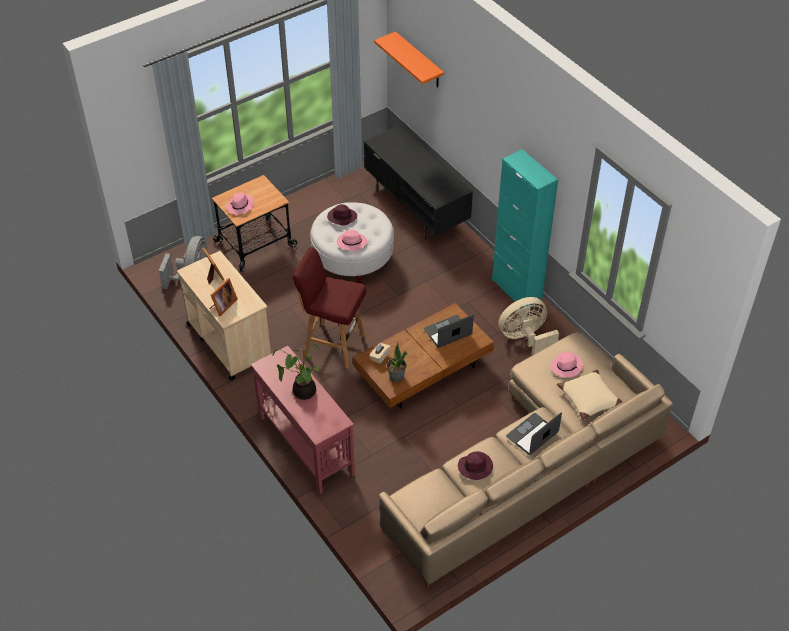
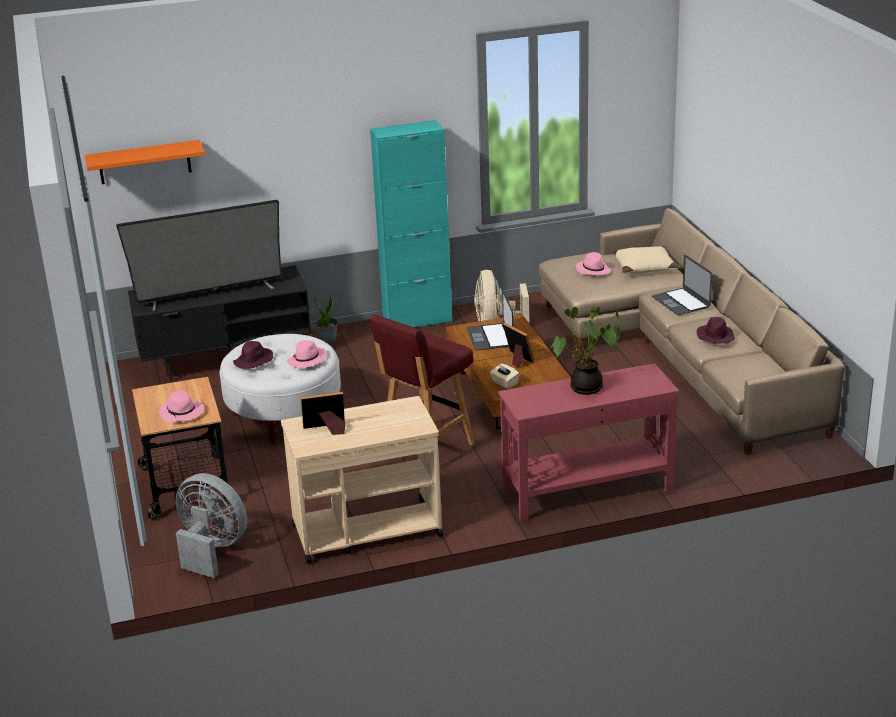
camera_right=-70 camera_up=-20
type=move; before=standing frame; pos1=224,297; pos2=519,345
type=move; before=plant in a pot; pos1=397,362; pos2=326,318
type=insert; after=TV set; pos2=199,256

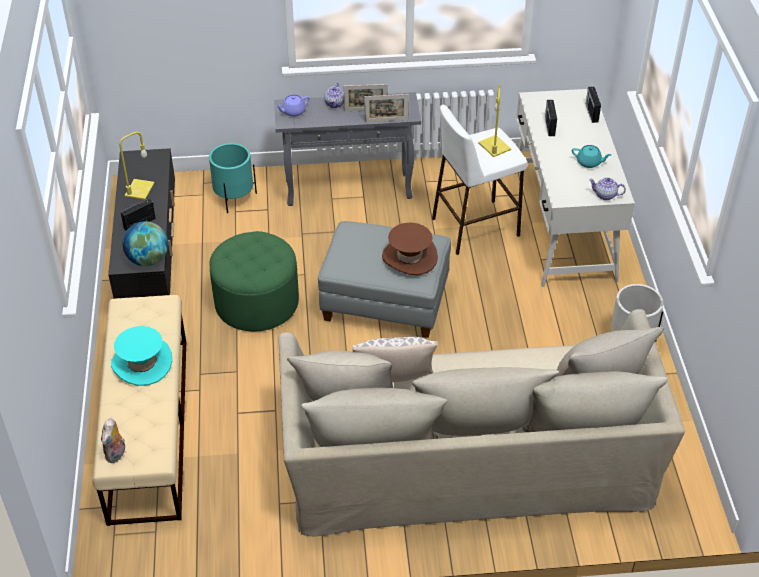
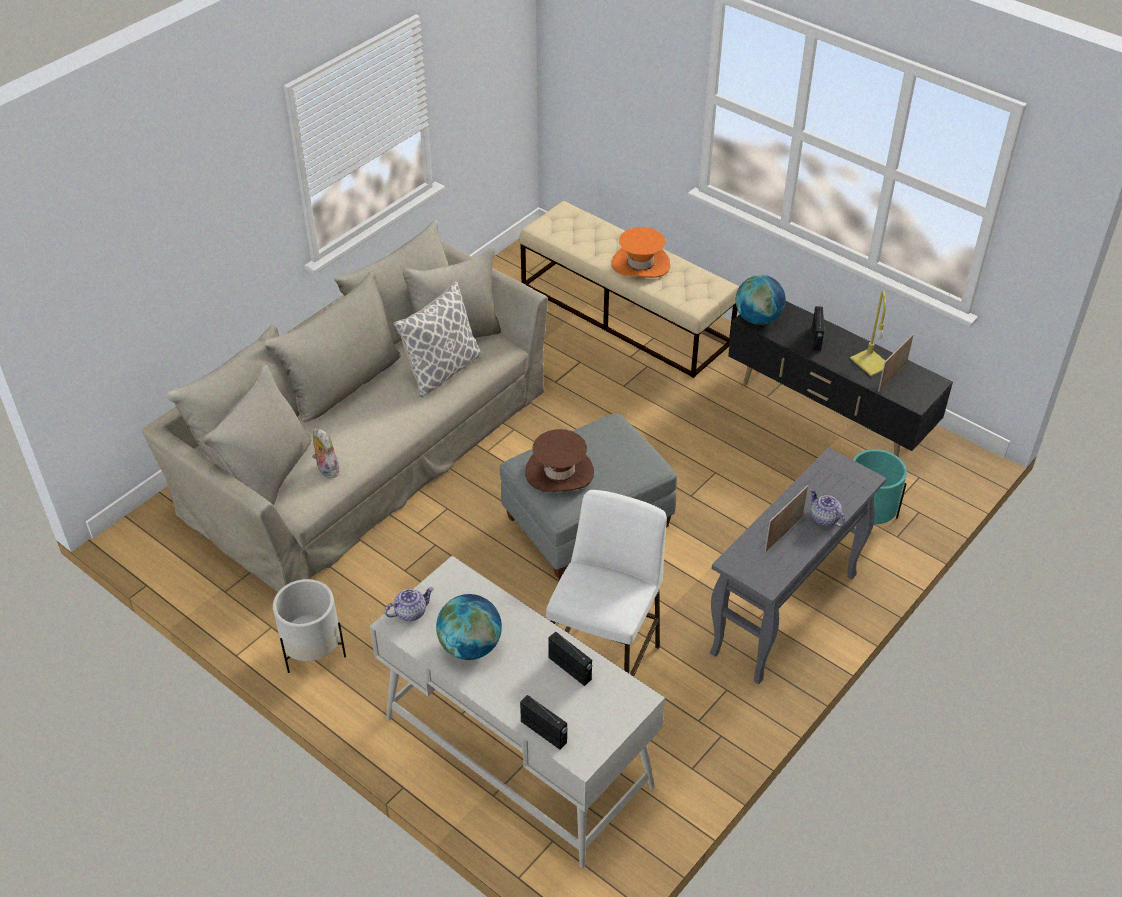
camera_right=135 camera_up=0
type=move; before=cuddly toy; pos1=113,440; pos2=325,453
type=recolor; before=turquoise hat; after=orange-coloured hat; pos1=141,356; pos2=641,252
type=delete; before=green-coloured ottoman; pos1=254,281
type=delete; before=purple-coloured tea pot; pos1=292,106
type=move; before=standing frame; pos1=386,108; pos2=896,362
type=delete; before=yellow tabletop lamp; pos1=494,121
type=replace; before=turquoise tea pot; after=desk globe; pos1=591,156; pos2=469,627

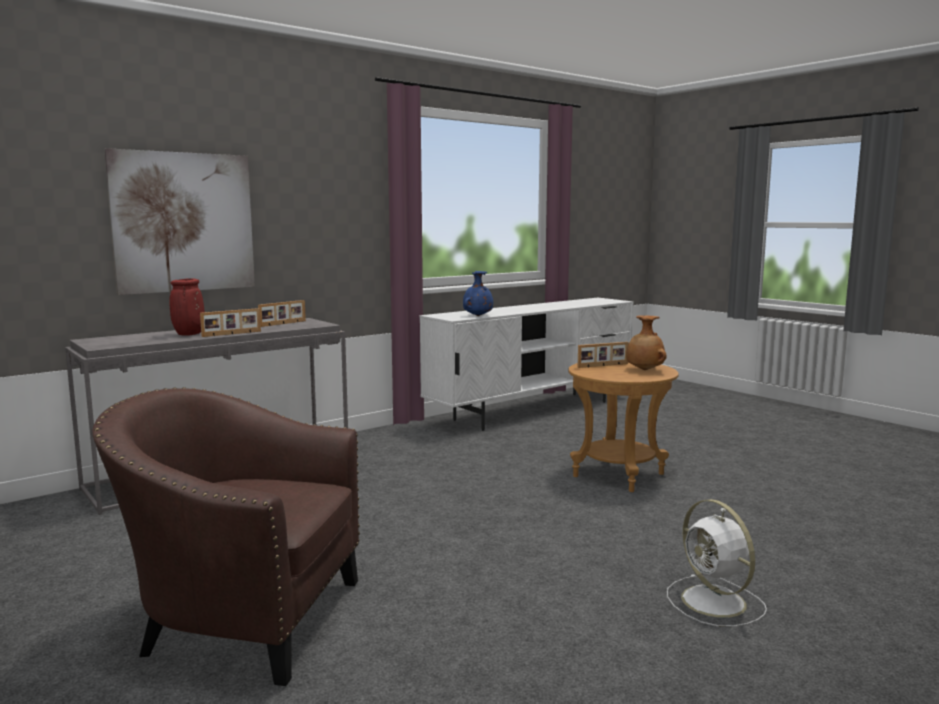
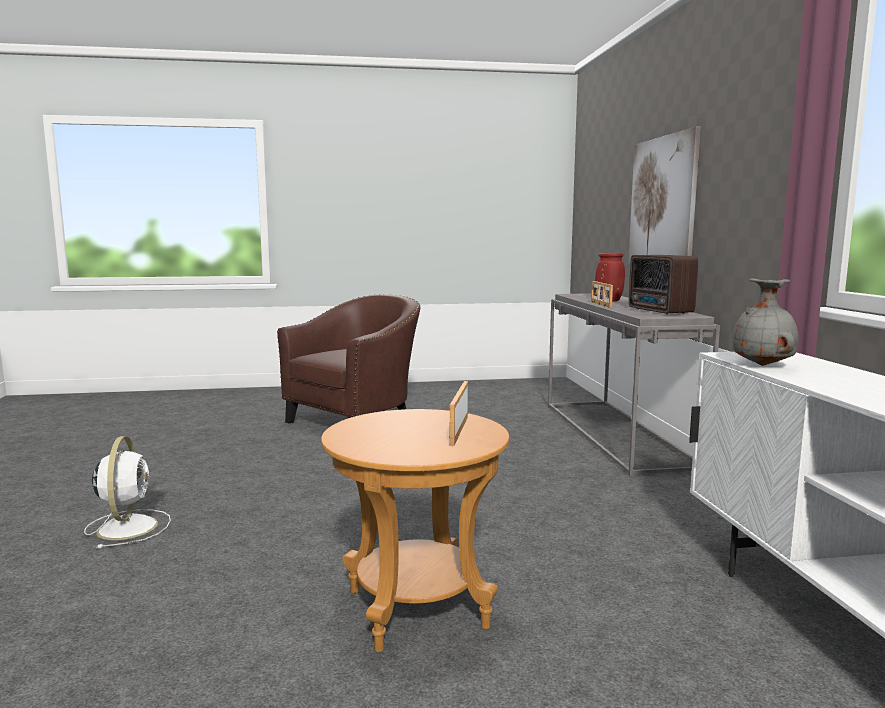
camera_right=120 camera_up=0
type=replace; before=standing frame; after=radio set; pos1=282,313; pos2=663,285
type=recolor; before=blue-coloured decorative vase; after=grey decorative vase; pos1=478,293; pos2=765,322
type=delete; before=brown decorative vase; pos1=647,342
type=rotate; before=white-coloured cooling fan; pos1=717,563; pos2=127,492; turn=75

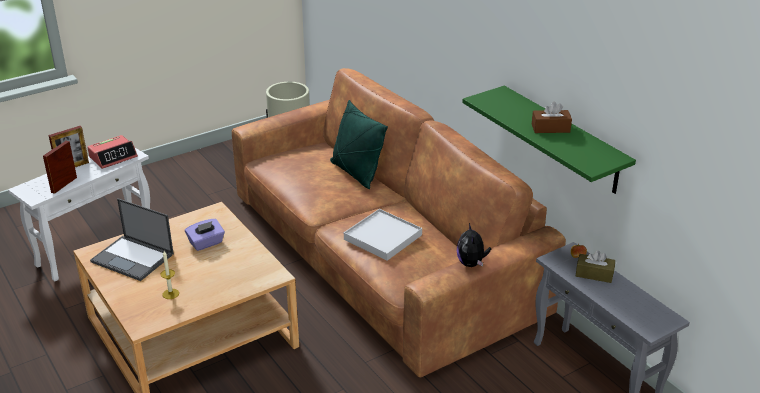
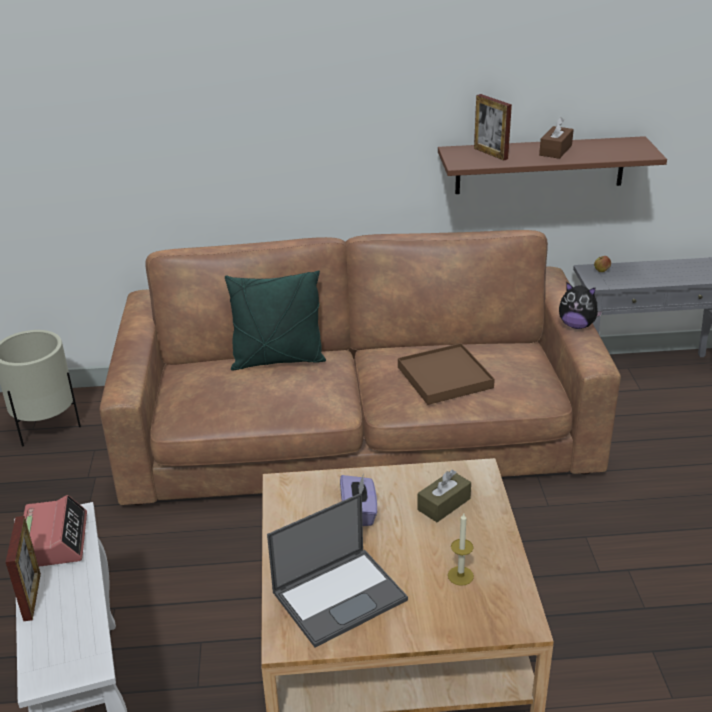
camera_right=-60 camera_up=0
type=move; before=standing frame; pos1=60,167; pos2=493,127
type=recolor; before=white-coloured tray; after=brown tray; pos1=383,235; pos2=446,374
type=recolor; before=green-coloured wall shelf; after=brown wall shelf; pos1=549,140; pos2=552,165
type=move; before=brown tissue box; pos1=595,266; pos2=444,496

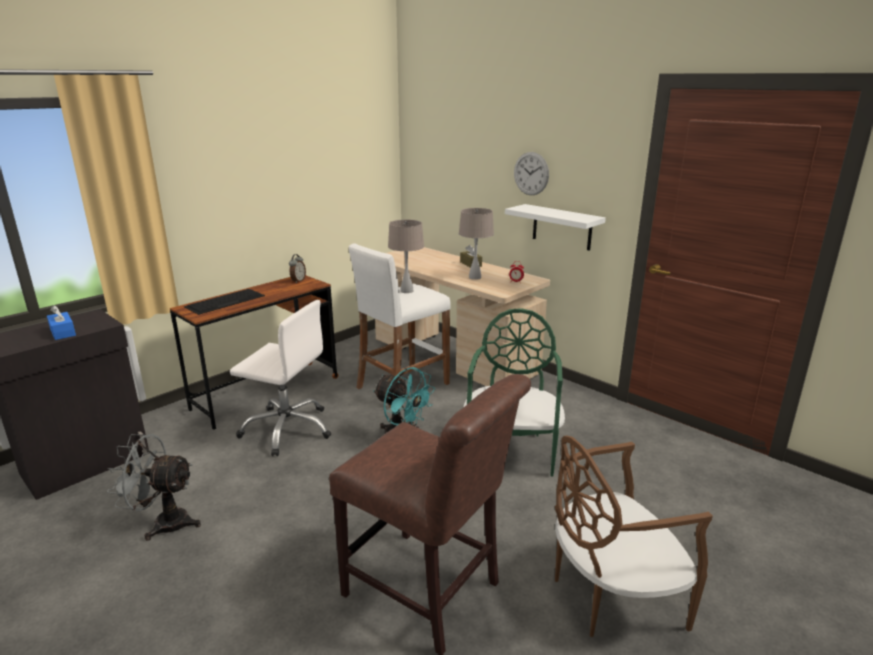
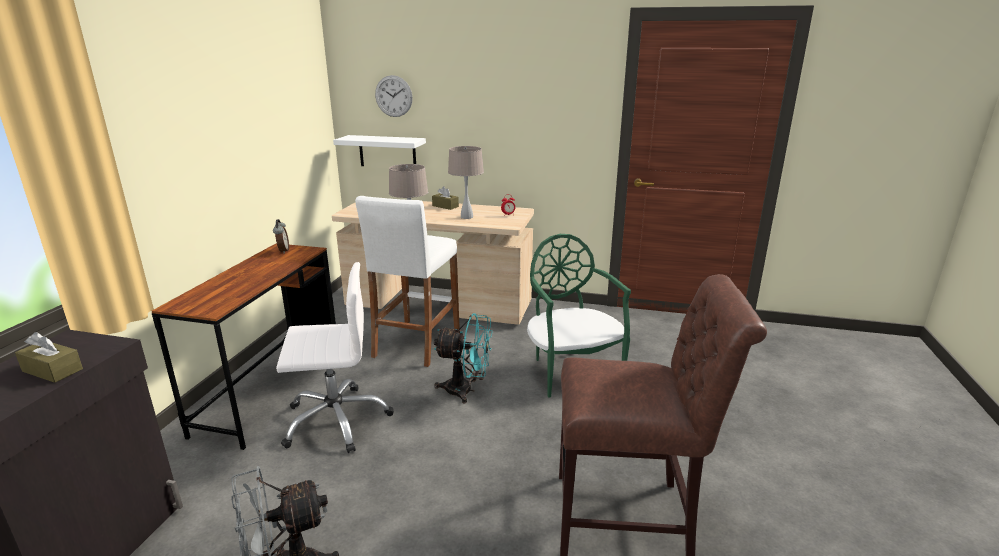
camera_right=-30 camera_up=0
type=recolor; before=blue-coloured tissue box; after=brown tissue box; pos1=61,322; pos2=49,357
type=delete; before=keyboard; pos1=224,302
type=move; before=white-coloured wall shelf; pos1=555,227; pos2=379,150
type=move; before=wall clock; pos1=531,173; pos2=394,96
type=delete; before=brown chair; pos1=634,536

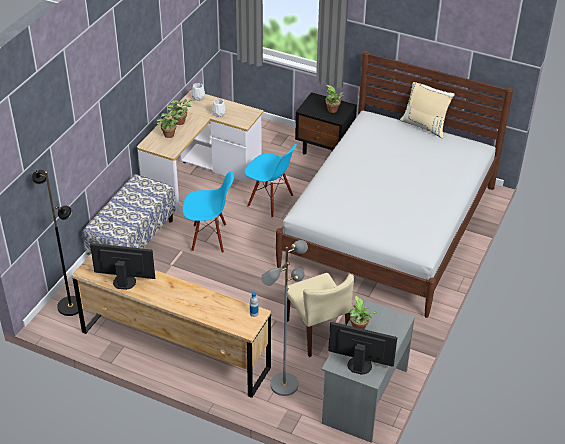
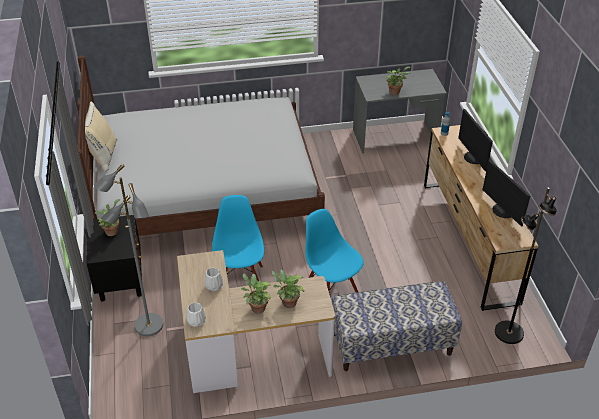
camera_right=-125 camera_up=0
type=move; before=grey standard lamp; pos1=284,318; pos2=128,250
type=delete; before=beige chair; pos1=319,315
type=move; before=computer screen; pos1=362,348; pos2=475,140

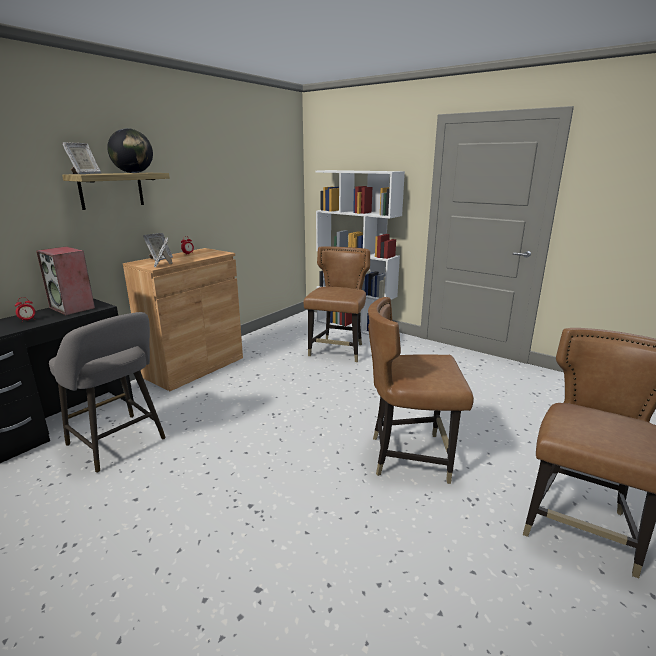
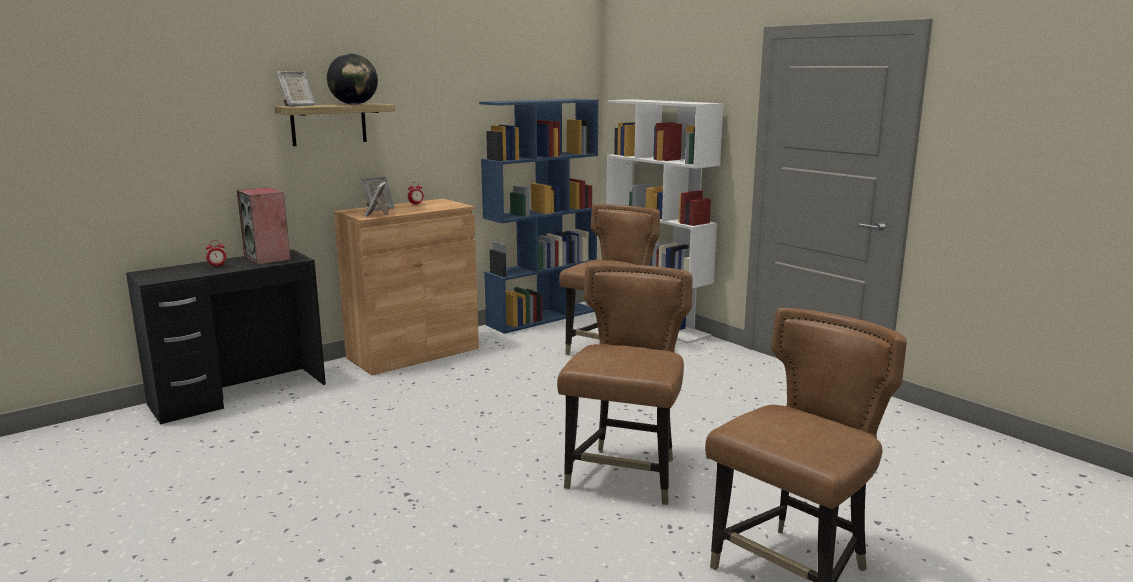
camera_right=15 camera_up=-5
type=delete; before=grey sitting stool; pos1=107,392
type=rotate; before=brown chair; pos1=421,390; pos2=625,384; turn=90
type=insert; after=blue-coloured bookshelf; pos2=539,216

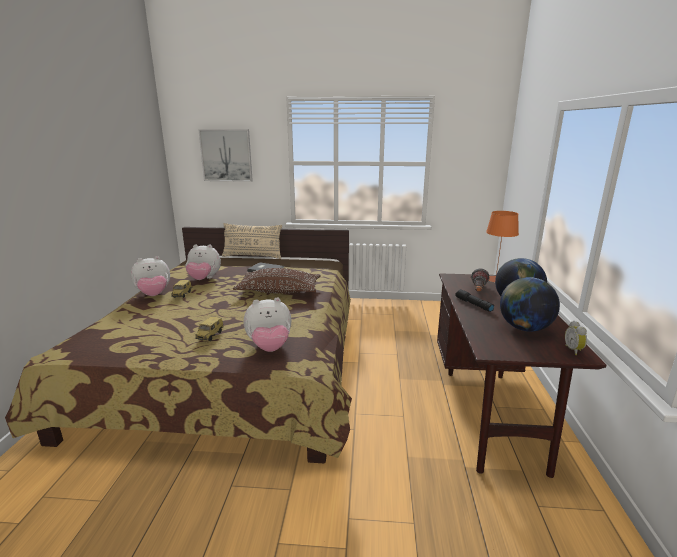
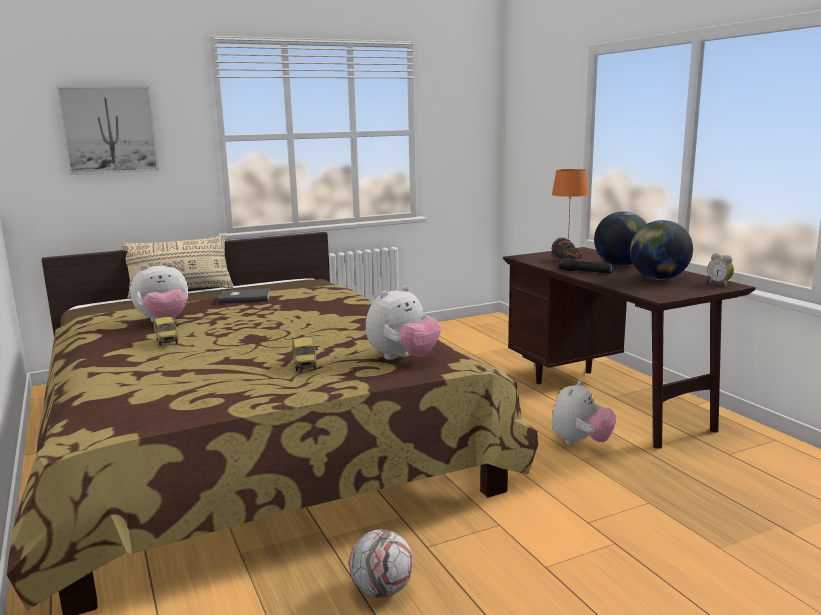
camera_right=-30 camera_up=-5
type=move; before=cuddly toy; pos1=150,276; pos2=584,413
type=delete; before=brown throw pillow; pos1=277,281
type=insert; after=ball for football; pos2=381,563

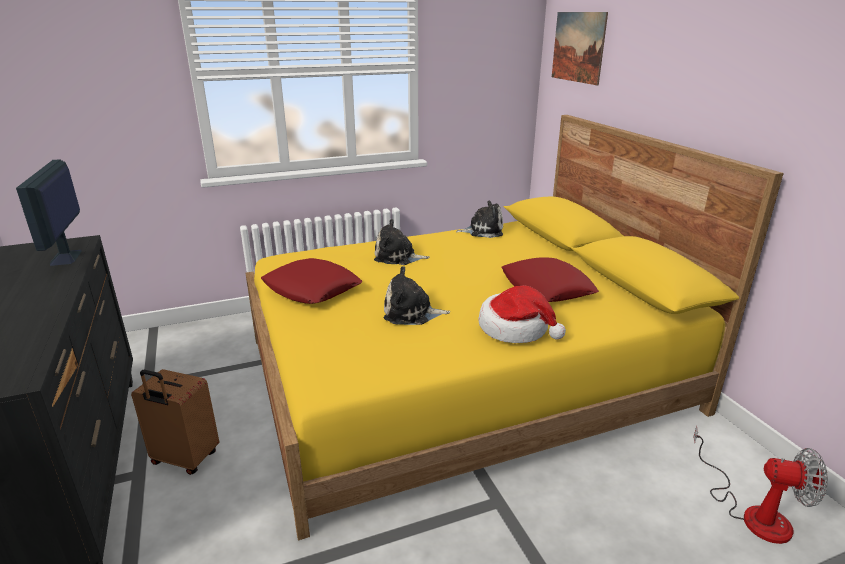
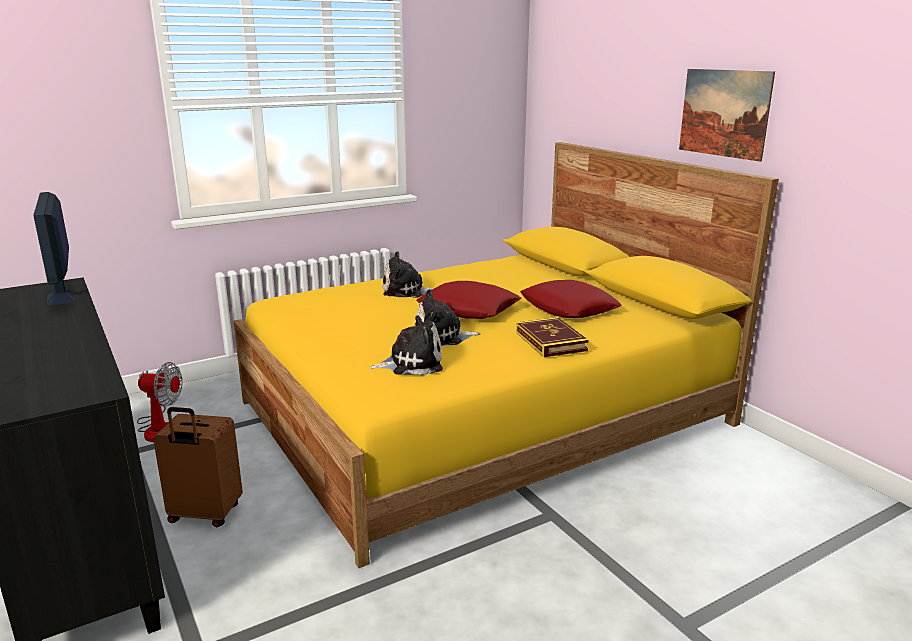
camera_right=-10 camera_up=-5
type=move; before=red throw pillow; pos1=312,281; pos2=468,300
type=move; before=cuddly toy; pos1=479,219; pos2=406,345
type=replace; before=hat; after=volume; pos1=522,314; pos2=552,337
type=move; before=picture; pos1=580,48; pos2=727,115
type=move; before=cooling fan; pos1=760,485; pos2=159,402

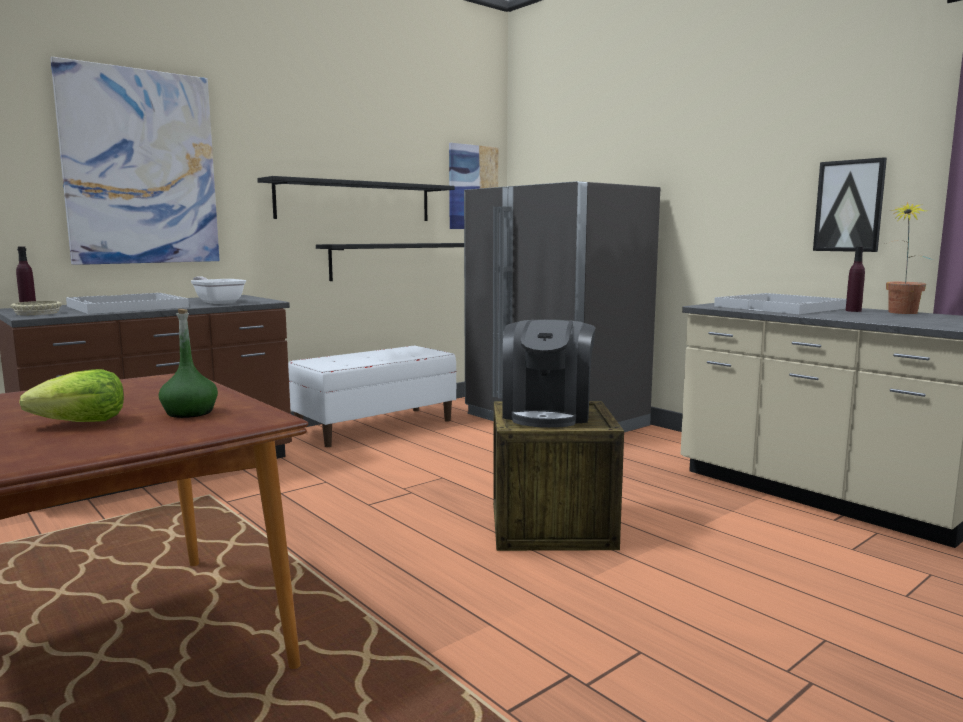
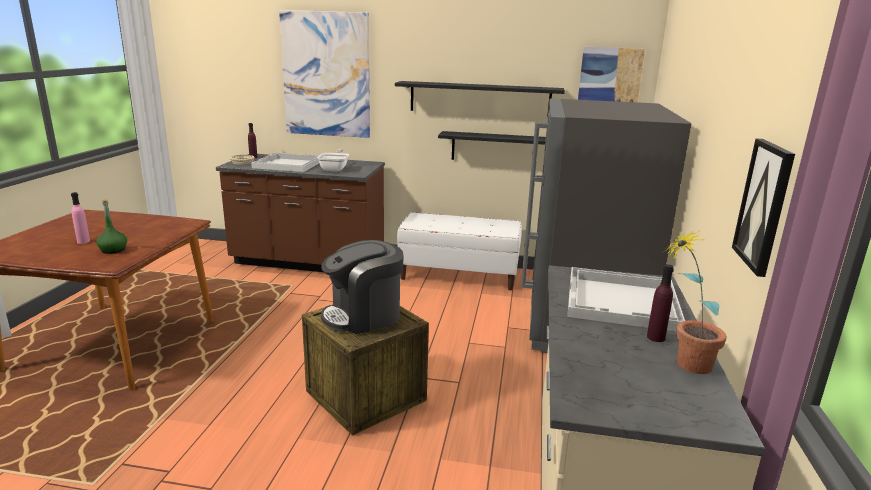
camera_right=50 camera_up=10
type=replace; before=lettuce; after=pinkish bottle; pos1=71,395; pos2=80,218

